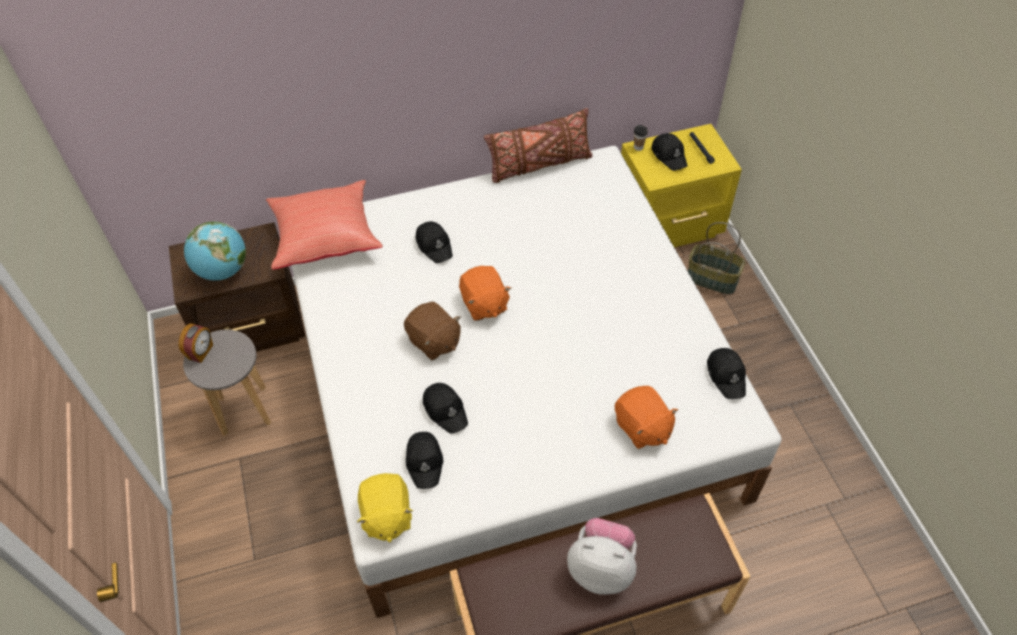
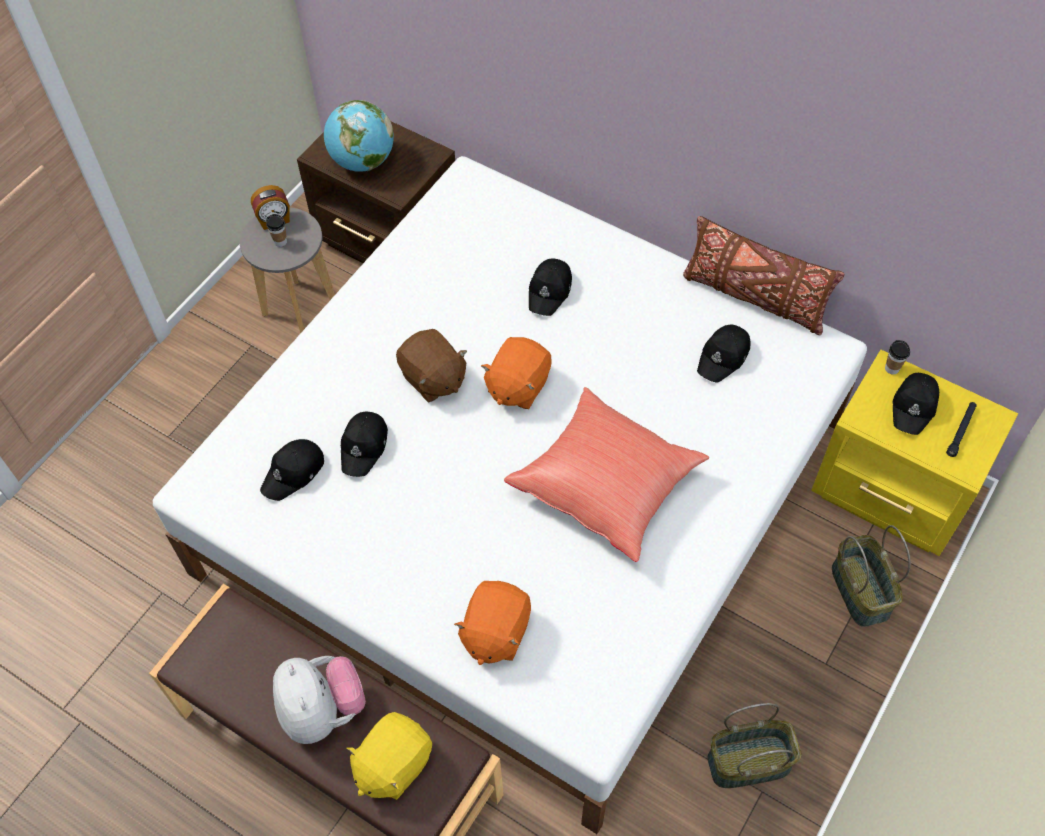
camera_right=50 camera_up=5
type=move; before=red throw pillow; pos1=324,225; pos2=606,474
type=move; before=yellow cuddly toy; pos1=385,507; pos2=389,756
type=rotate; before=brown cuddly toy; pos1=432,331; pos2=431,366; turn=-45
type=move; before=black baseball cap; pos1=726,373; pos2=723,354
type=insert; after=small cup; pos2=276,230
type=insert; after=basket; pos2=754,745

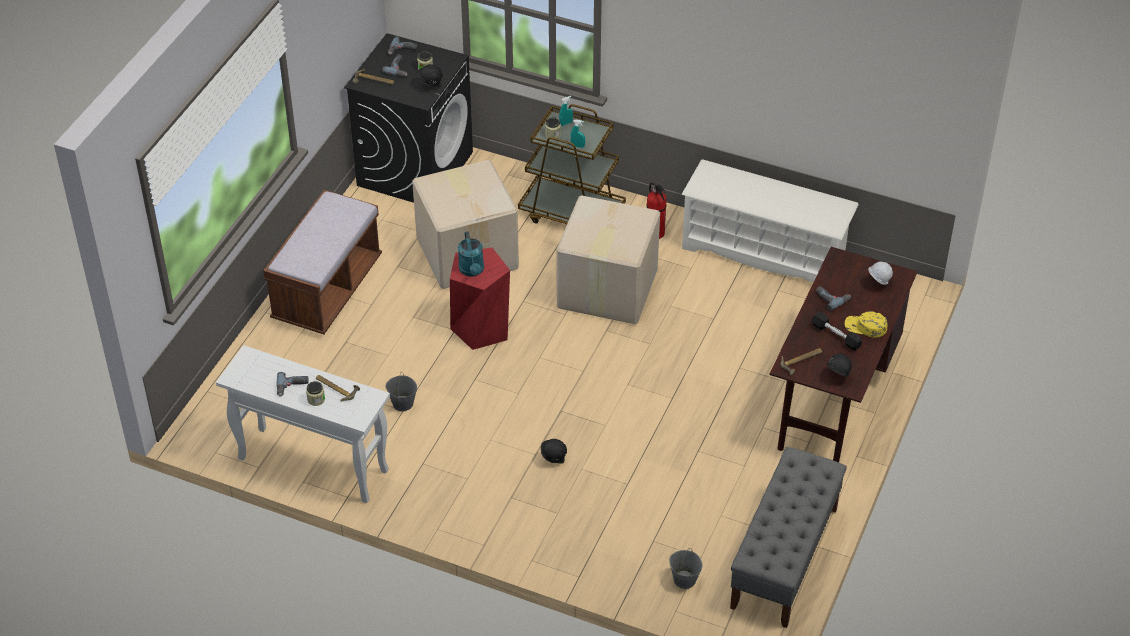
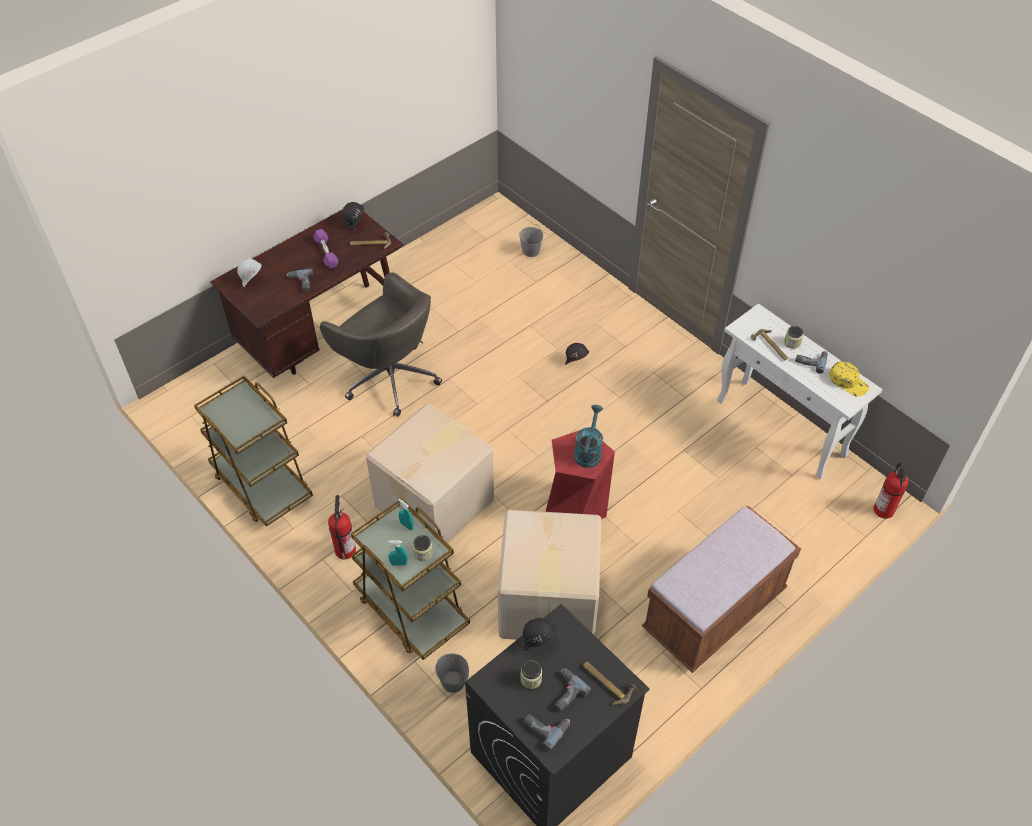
camera_right=-155 camera_up=5
type=move; before=grey water bucket; pos1=401,391; pos2=452,673
type=replace; before=white-coloured shoe shelf; after=brown trolley; pos1=770,221; pos2=253,451
type=delete; before=grey long seat; pos1=788,537
type=recolor; before=black free weight; after=purple-coloured free weight; pos1=837,330; pos2=326,249
type=move; before=yellow baseball cap; pos1=866,324; pos2=849,379
type=insert; after=grey office chair; pos2=381,344
type=insert; after=fire-fighting cylinder; pos2=891,490

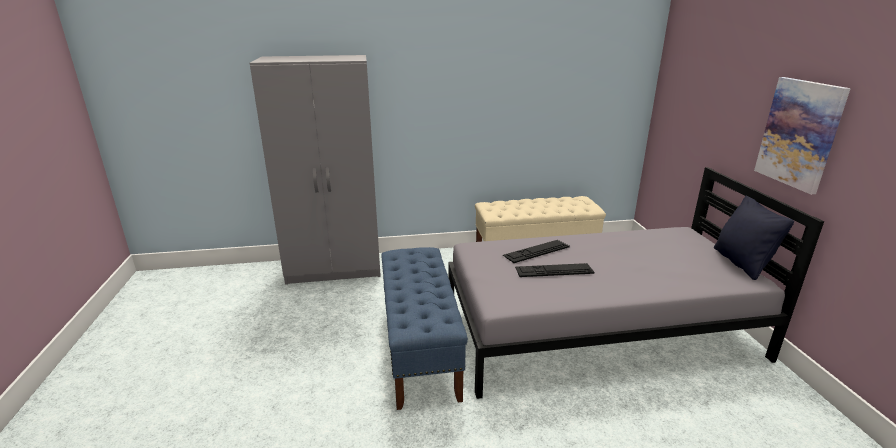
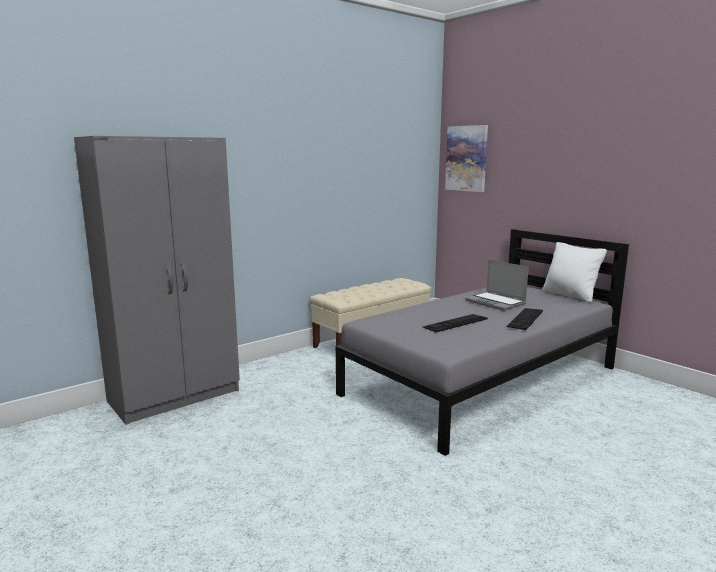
camera_right=-30 camera_up=-10
type=delete; before=blue-coloured long seat; pos1=425,328
type=move; before=keyboard; pos1=536,251; pos2=524,319
type=recolor; before=black throw pillow; after=white-coloured throw pillow; pos1=754,237; pos2=574,272
type=move; before=picture; pos1=802,135; pos2=466,158
type=insert; after=notebook computer; pos2=497,285

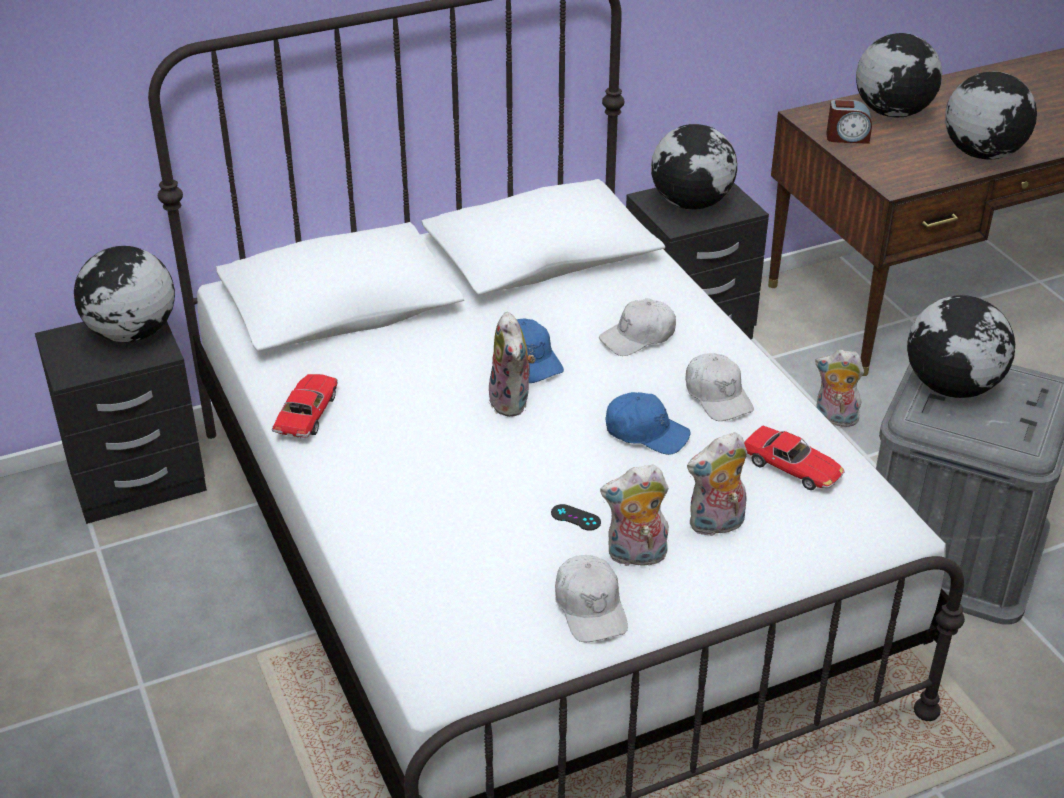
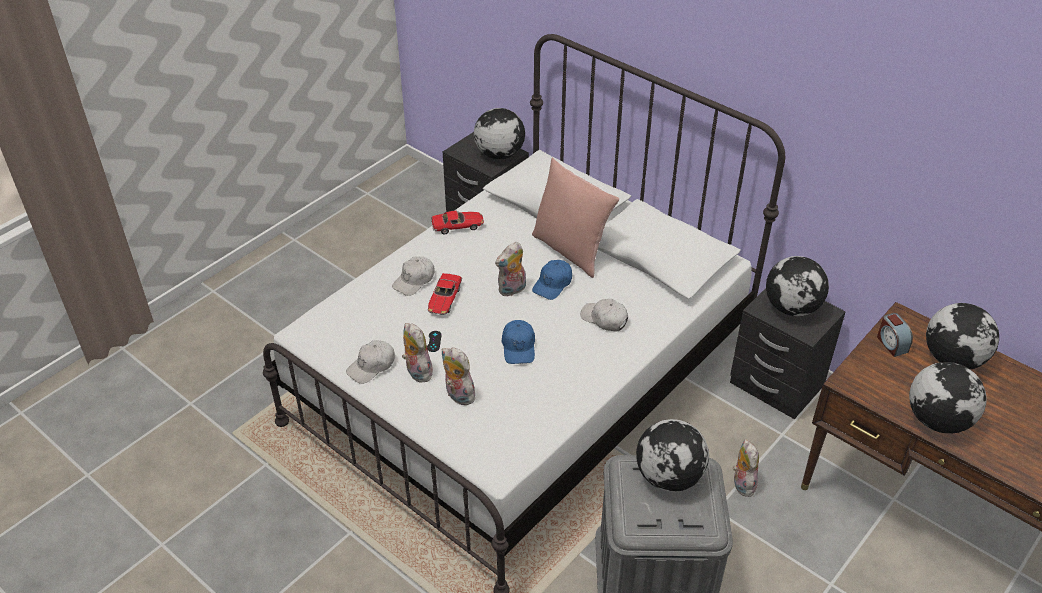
camera_right=65 camera_up=5
type=move; before=white-coloured baseball cap; pos1=720,387; pos2=413,276
type=move; before=toy car; pos1=794,458; pos2=444,294
type=insert; after=pinkish throw pillow; pos2=575,217

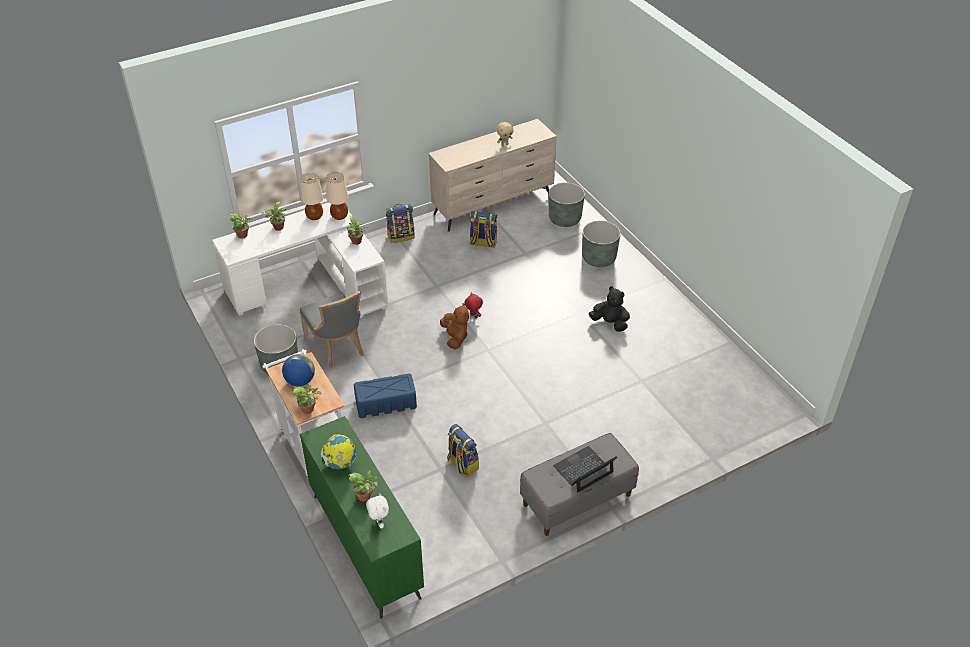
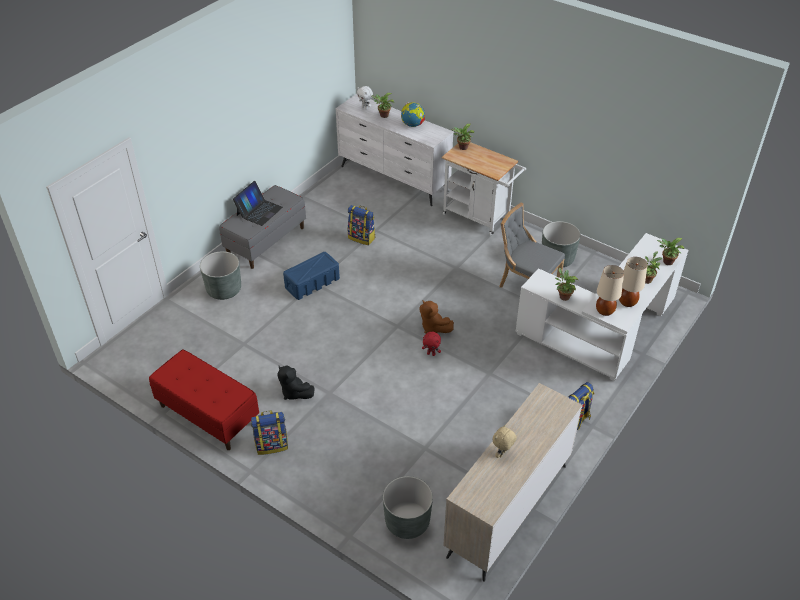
camera_right=155 camera_up=0
type=delete; before=desk globe; pos1=298,370
type=recolor; before=green-coloured dresser; after=white-coloured dresser; pos1=362,517; pos2=394,150
type=move; before=blue-coloured storage container; pos1=385,395; pos2=311,276
type=move; before=knapsack; pos1=483,229; pos2=269,433
type=move; before=grey flower pot; pos1=601,244; pos2=220,275
type=rotate; before=black cuddly toy; pos1=609,309; pos2=296,383; turn=45
type=insert; after=red long seat; pos2=204,399

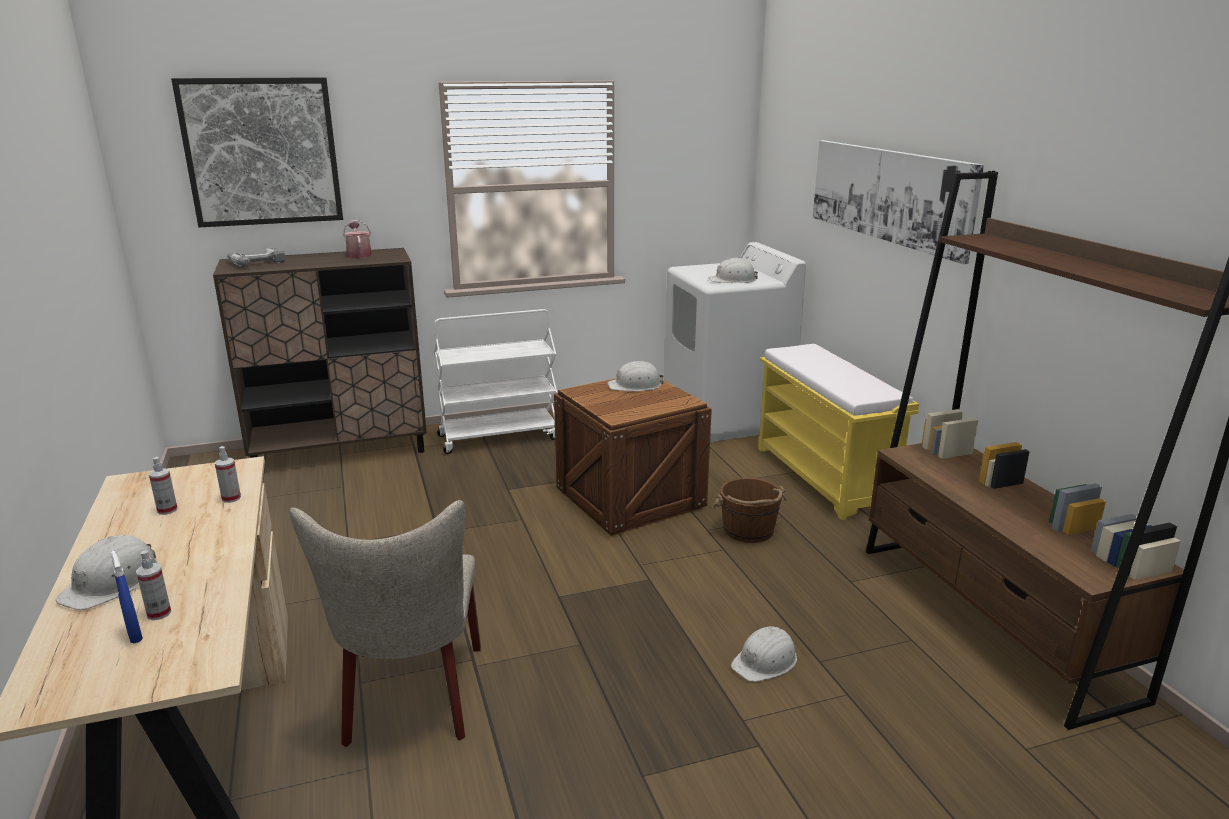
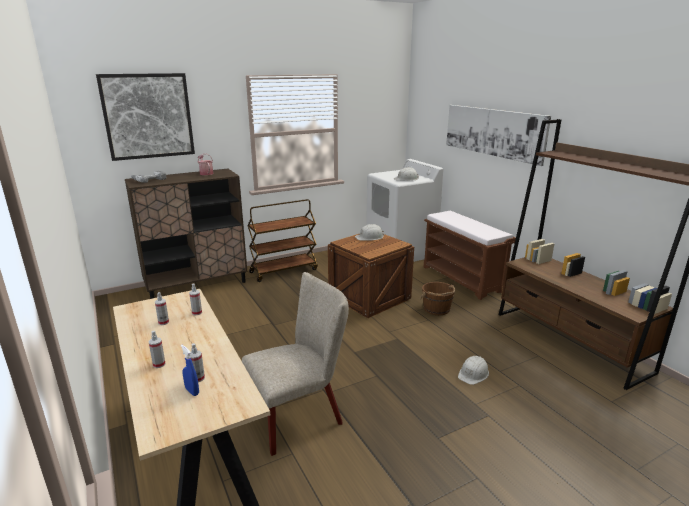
camera_right=-10 camera_up=0
type=replace; before=white-coloured work helmet; after=sprayer; pos1=107,572; pos2=157,349
type=rotate; before=beige chair; pos1=385,623; pos2=295,364; turn=-105
type=recolor; before=white-coloured trolley; after=brown trolley; pos1=495,381; pos2=282,240
type=recolor; before=yellow long seat; after=brown long seat; pos1=838,432; pos2=470,255

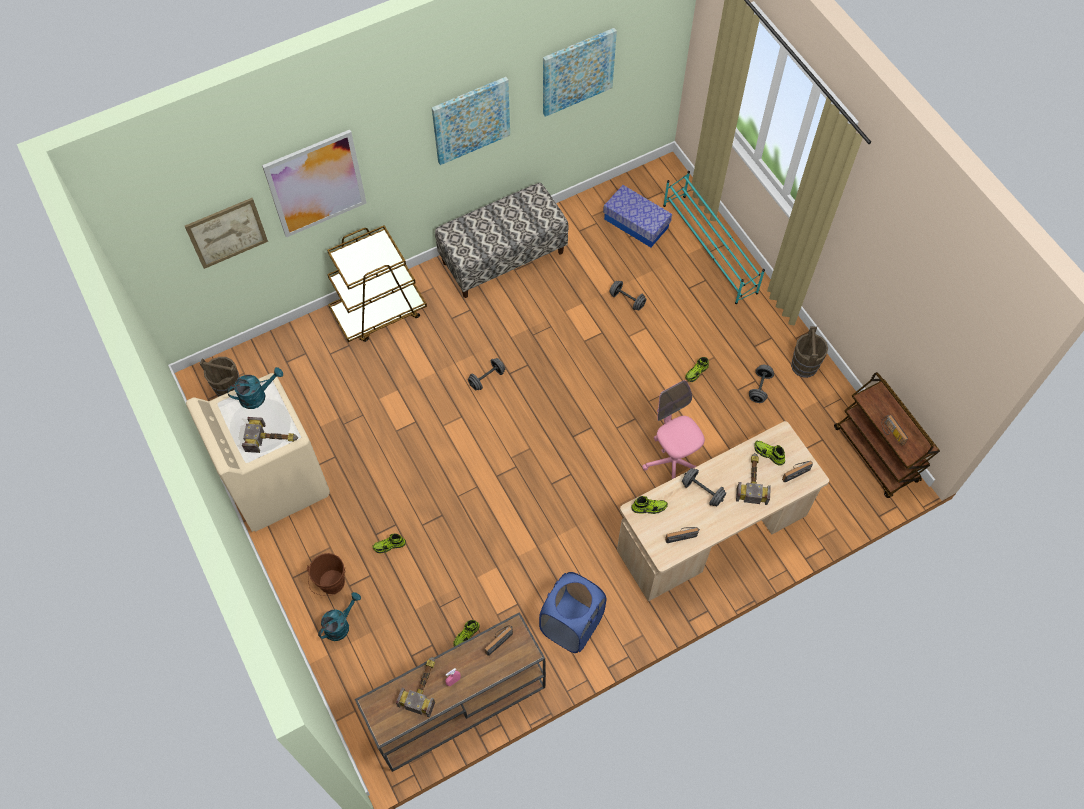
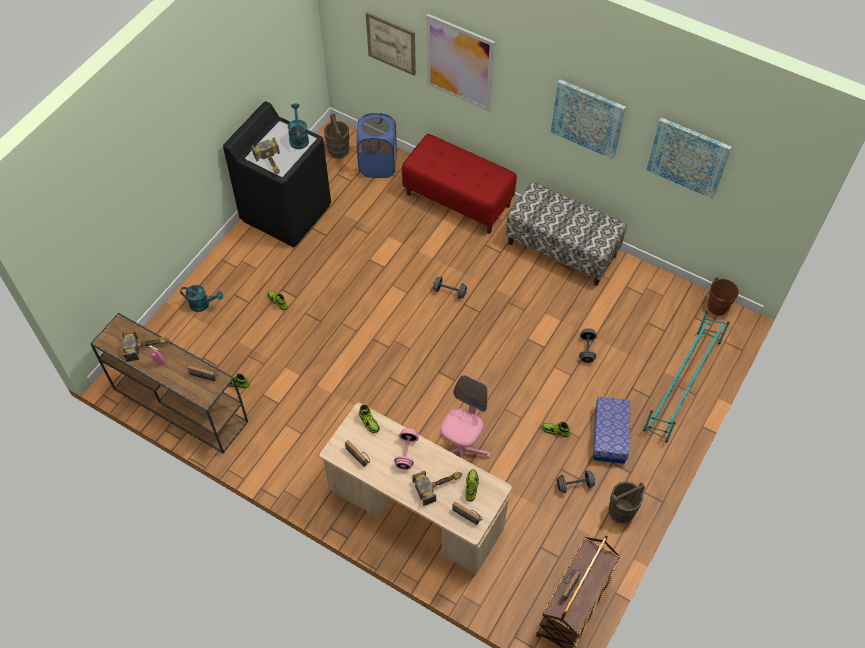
camera_right=60 camera_up=-5
type=recolor; before=beige laundry appliance; after=black laundry appliance; pos1=258,452; pos2=277,174
type=rotate; before=turquoise watering pot; pos1=255,388; pos2=298,126; turn=-135
type=move; before=brown water bucket; pos1=326,574; pos2=721,296
type=replace; before=brown trolley; after=red long seat; pos1=377,283; pos2=459,184
type=move; before=blue-coloured washing basket; pos1=572,612; pos2=377,145
type=move; before=storage container; pos1=637,216; pos2=611,430
type=recolor; before=grey free weight; after=pinkish free weight; pos1=704,487; pos2=406,449

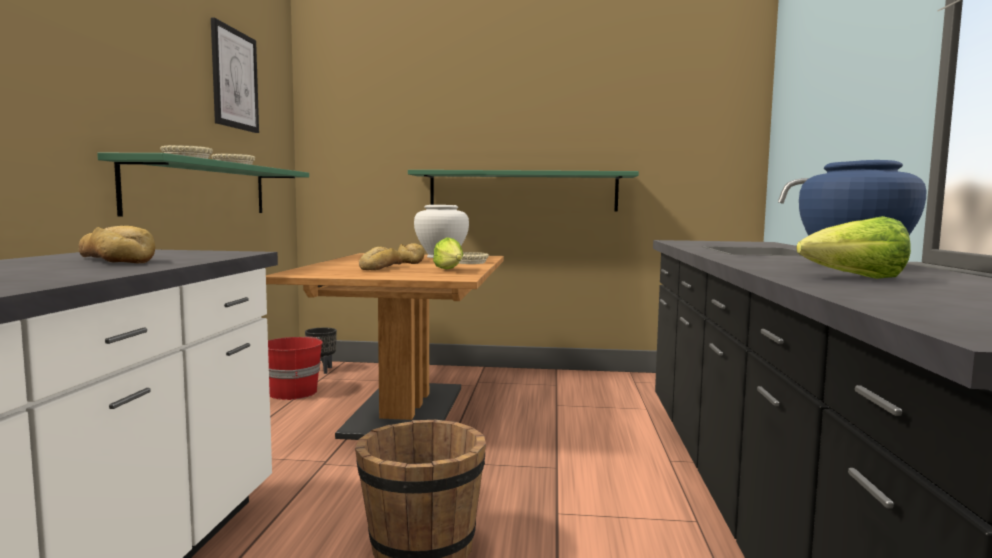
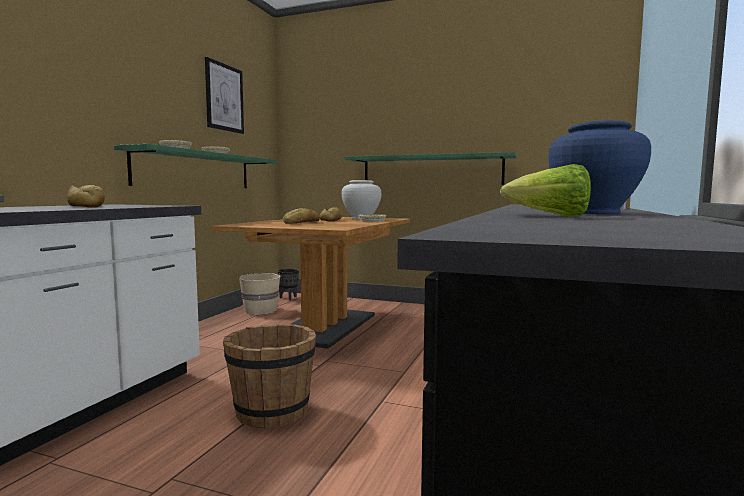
camera_right=15 camera_up=0
type=recolor; before=red water bucket; after=beige water bucket; pos1=295,368; pos2=259,294
type=delete; before=lettuce; pos1=448,253

